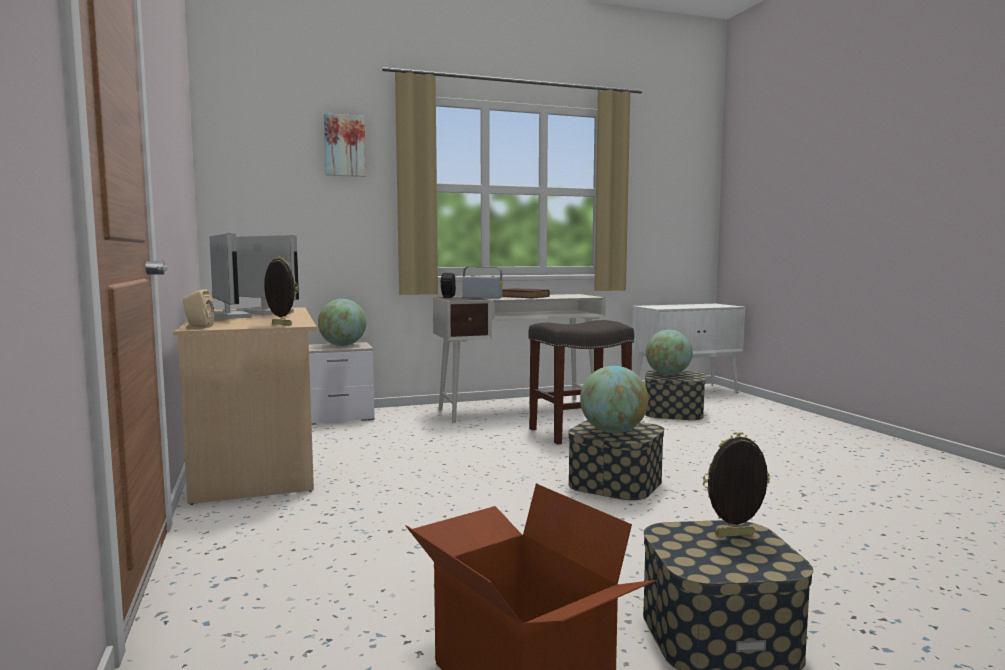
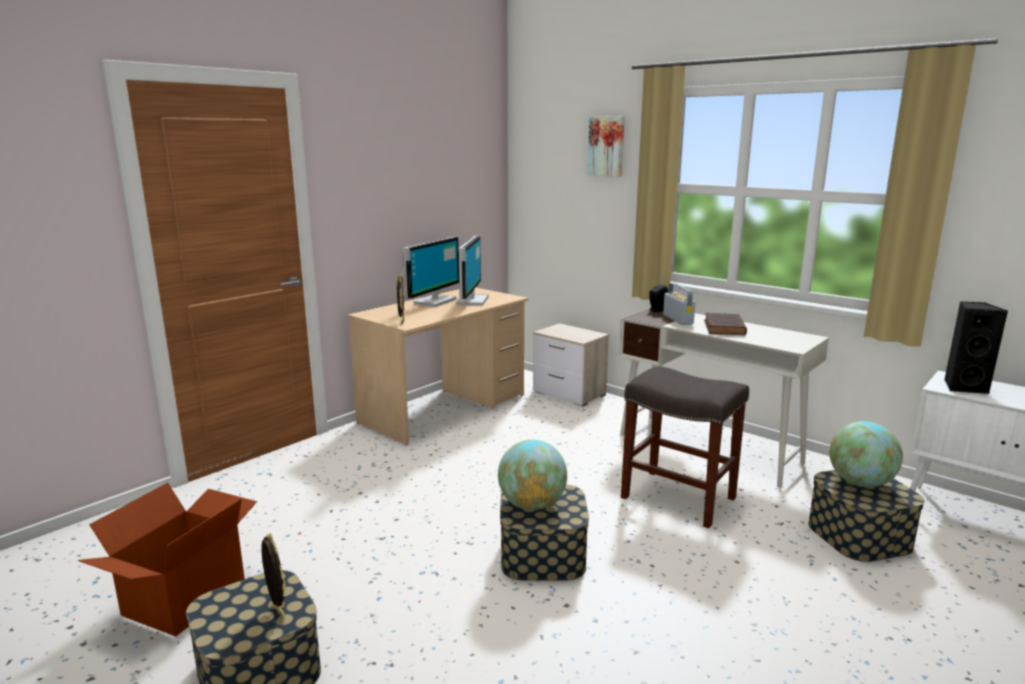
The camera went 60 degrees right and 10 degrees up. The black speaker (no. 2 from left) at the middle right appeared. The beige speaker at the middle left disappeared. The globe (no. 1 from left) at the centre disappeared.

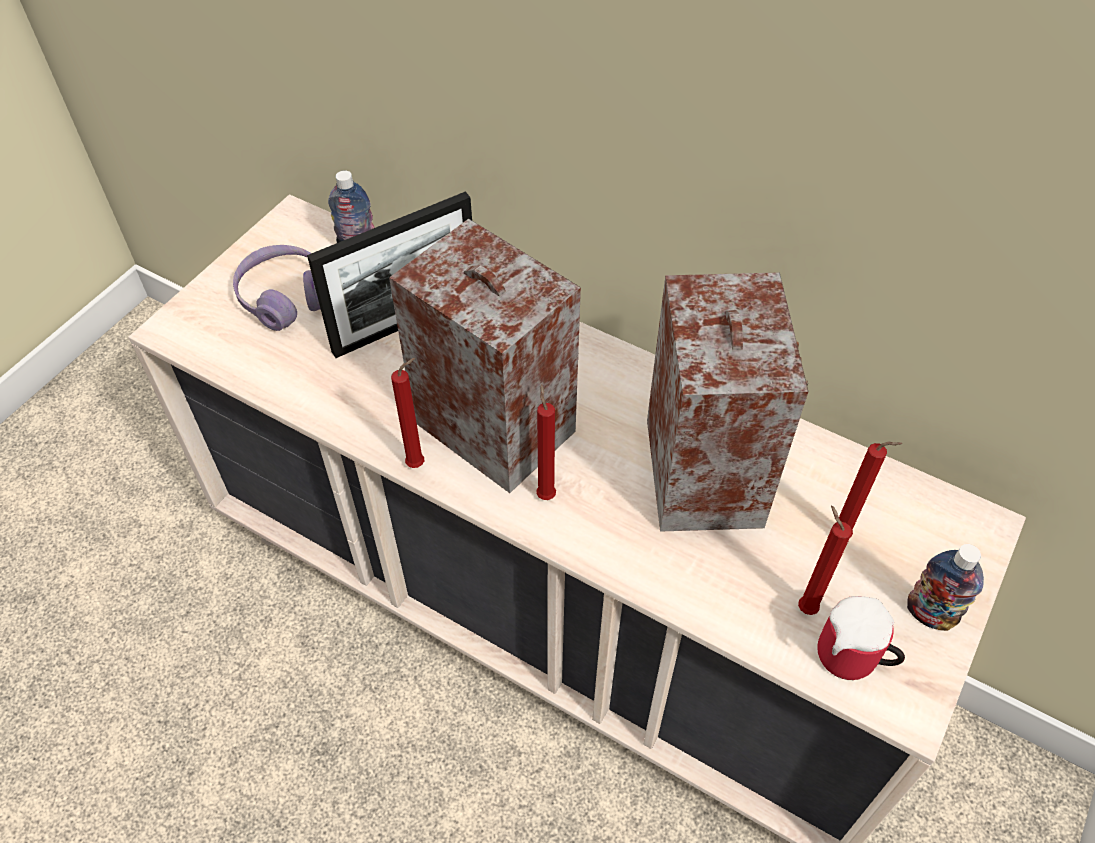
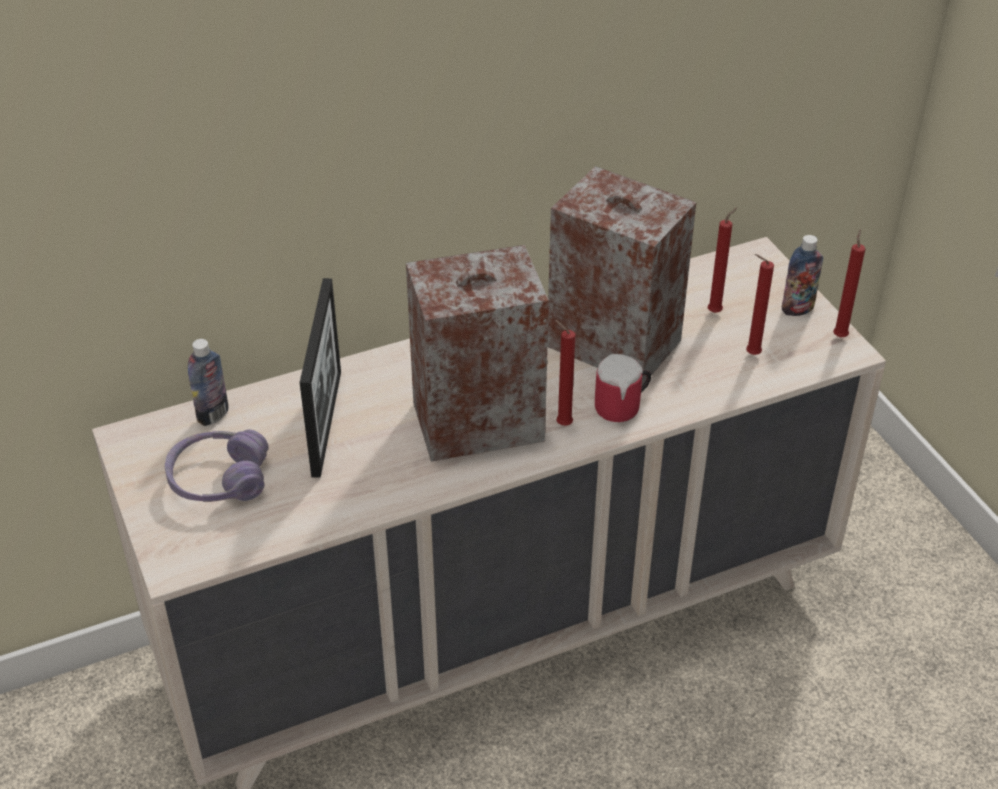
The camera went 55 degrees left and 10 degrees down. The mug moved from the bottom right to the centre. The red candle (no. 1 from left in the first image) moved from the centre to the middle right.

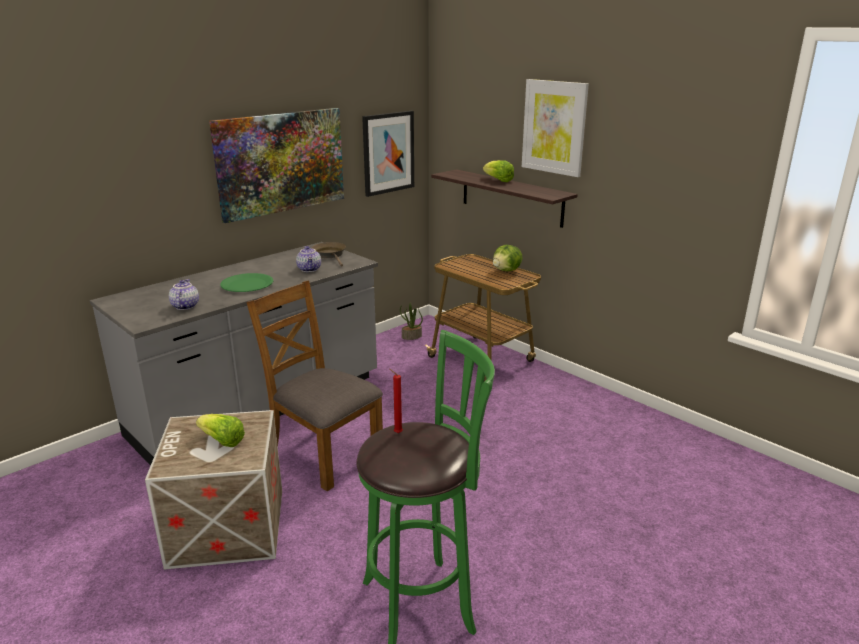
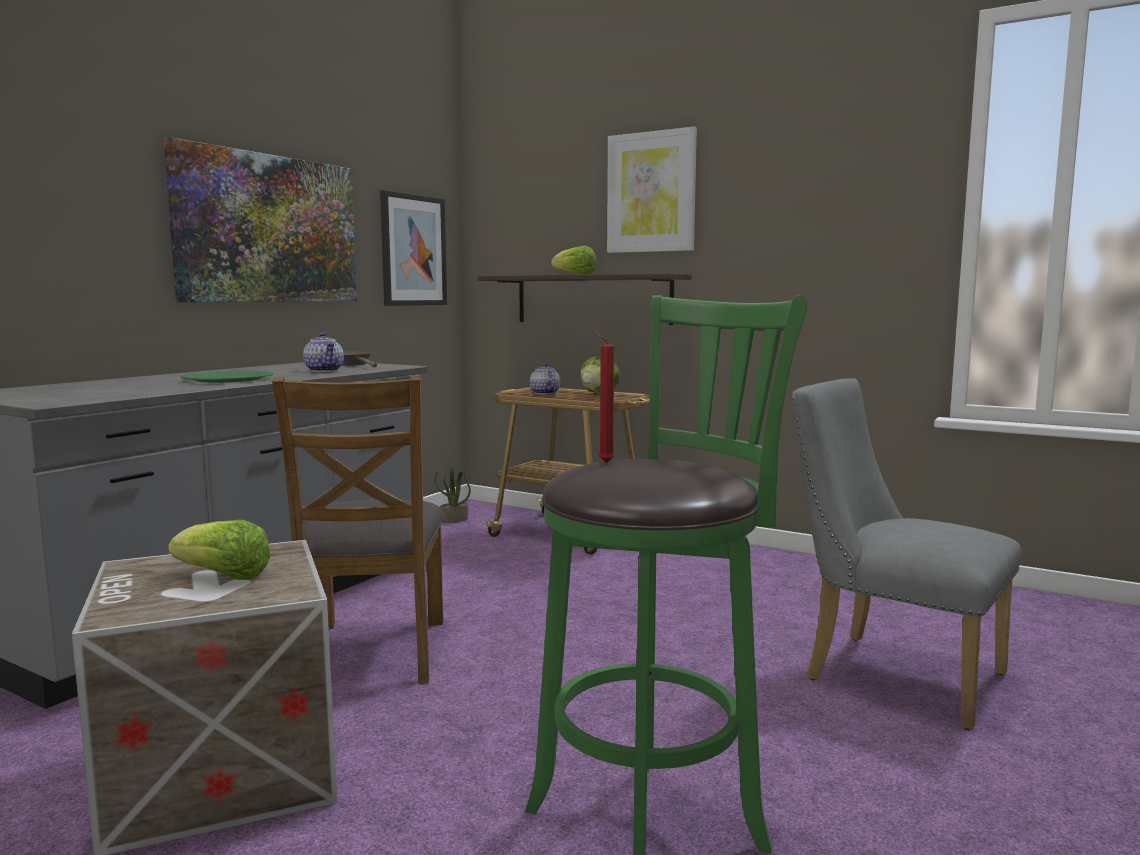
The camera went 15 degrees left and 15 degrees down. The brown chair at the centre turned 120 degrees counterclockwise. The teapot (no. 1 from left in the first image) moved from the middle left to the centre. The grey chair at the middle right appeared.

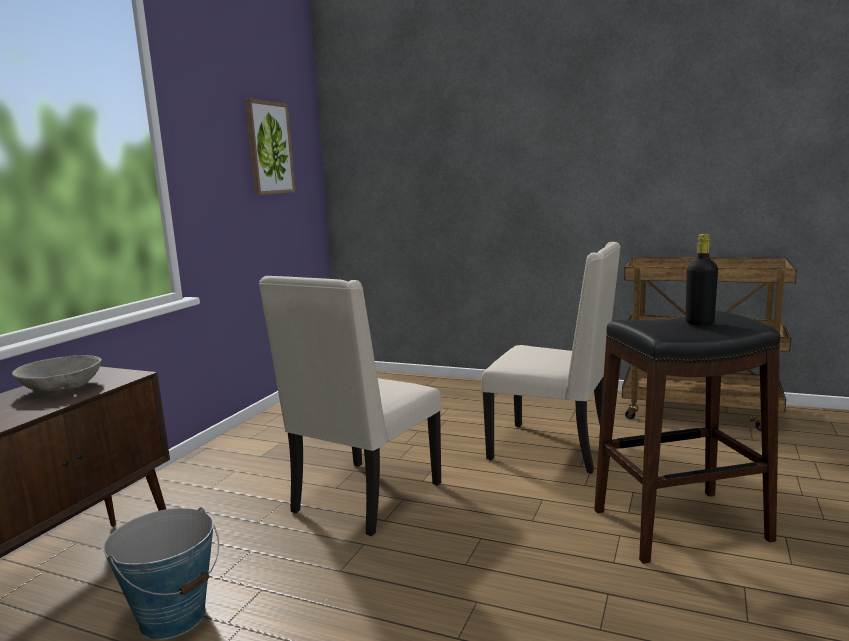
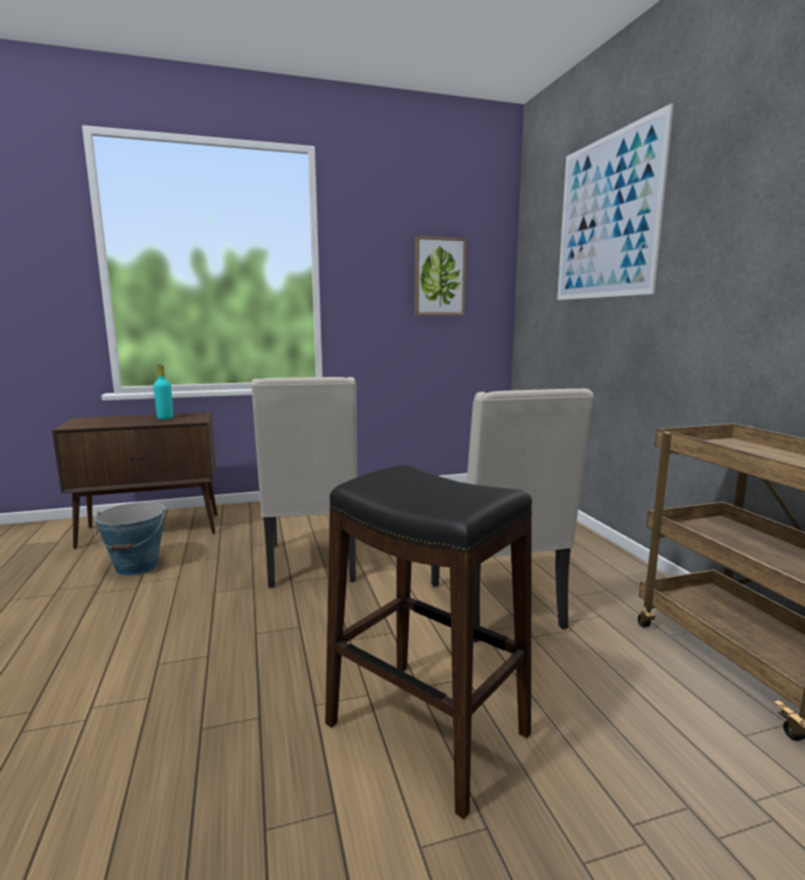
The camera went 50 degrees right and 0 degrees up. The grey bowl at the middle left was replaced by the turquoise bottle at the middle left. The beige chair (no. 1 from left) at the centre turned 90 degrees counterclockwise. The picture (no. 2 from left) at the top right appeared. The black bottle at the middle right disappeared.

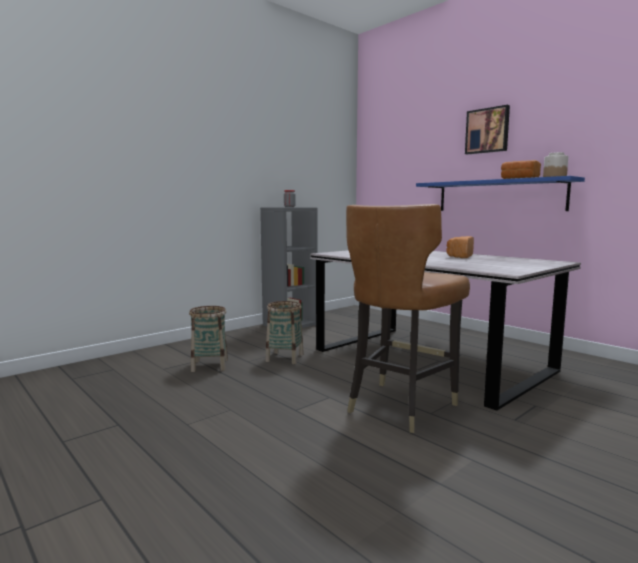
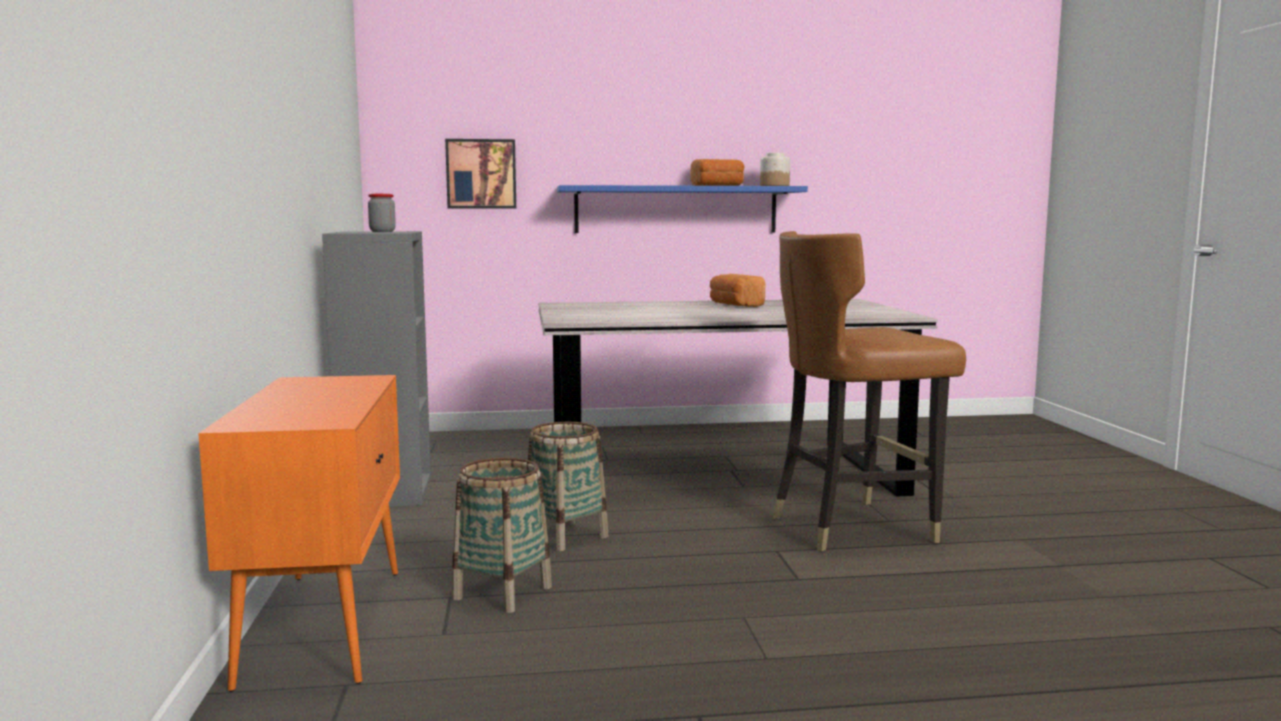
The camera went 55 degrees left and 0 degrees up. The orange cabinet at the bottom left appeared. The picture moved from the top right to the top centre. The brown chair at the centre turned 90 degrees clockwise.

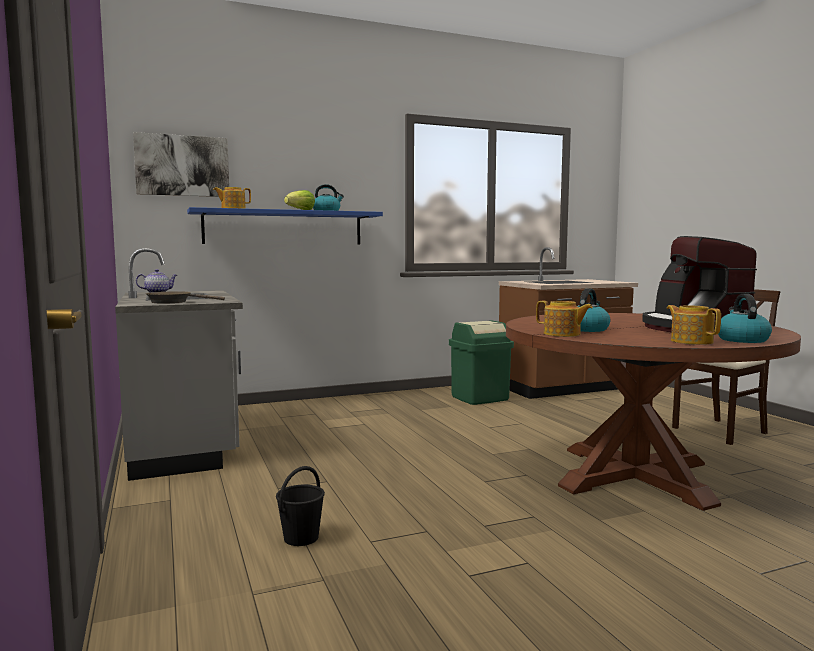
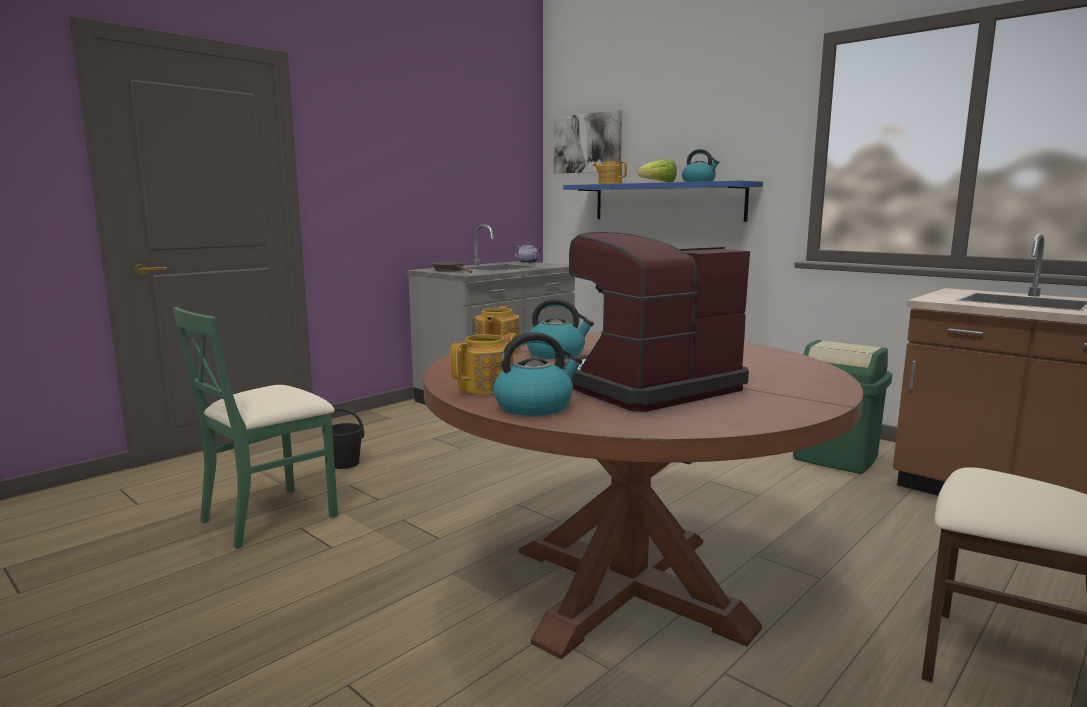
The camera went 65 degrees right and 5 degrees up. The green chair at the middle left appeared.

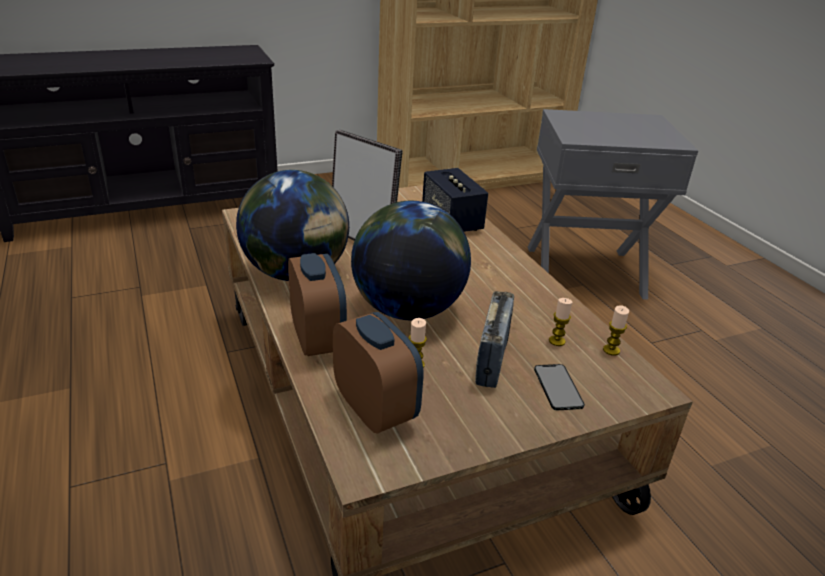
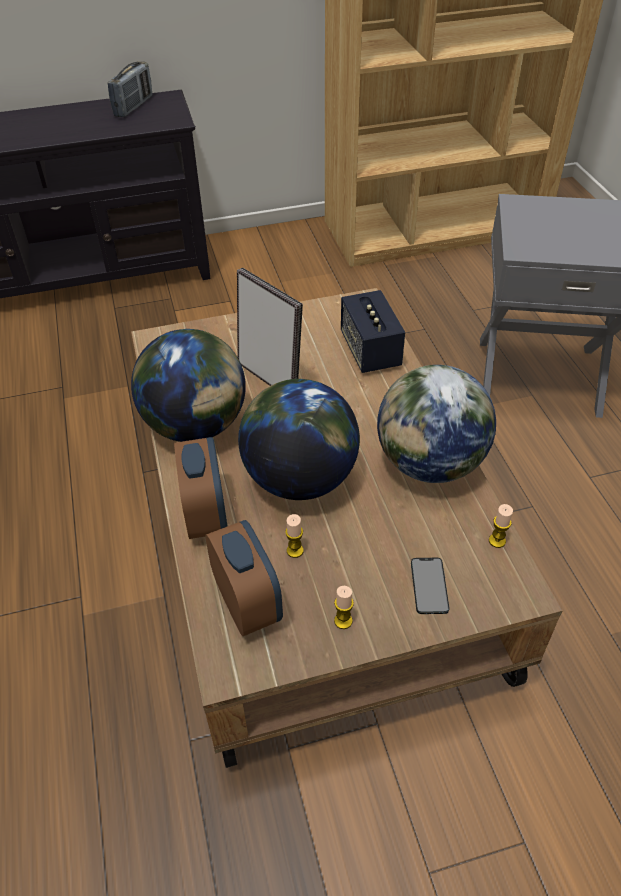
The camera went 10 degrees right and 15 degrees up. The radio moved from the centre to the top left. The candle (no. 2 from left) moved from the middle right to the bottom centre. The globe (no. 3 from left) at the middle right appeared.

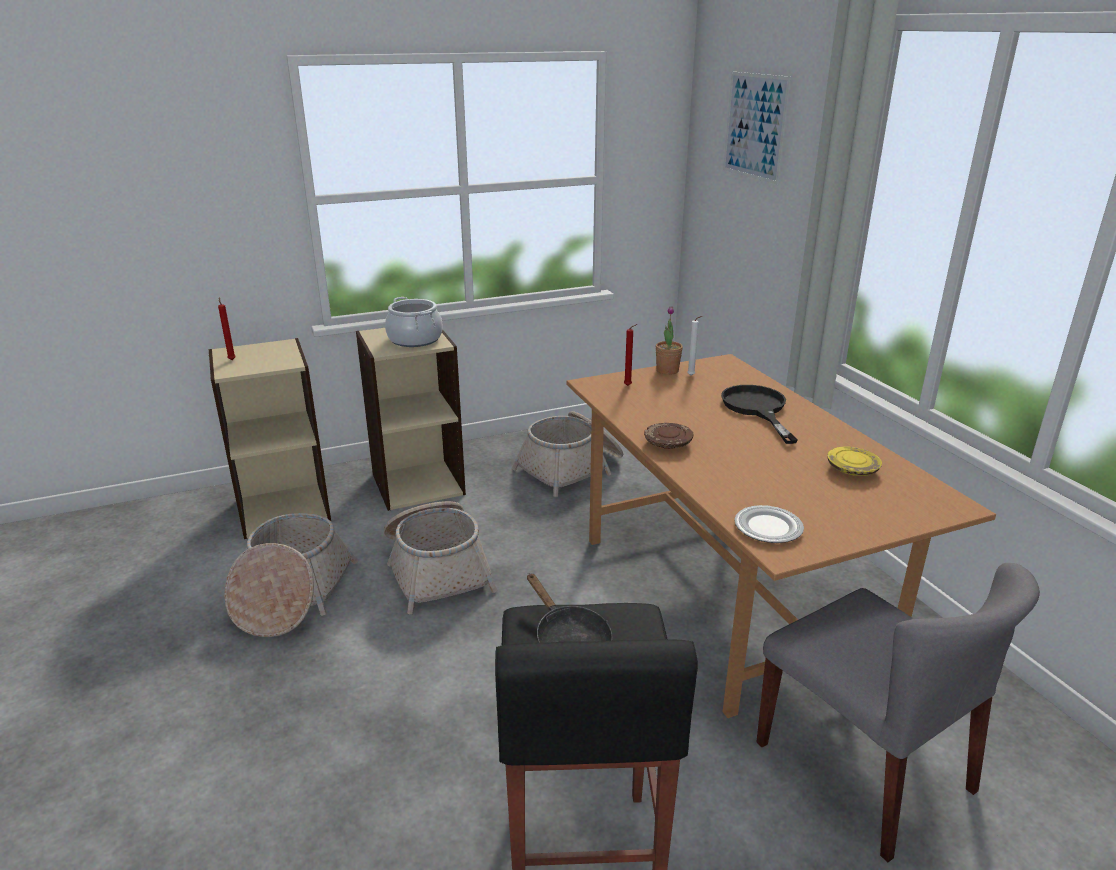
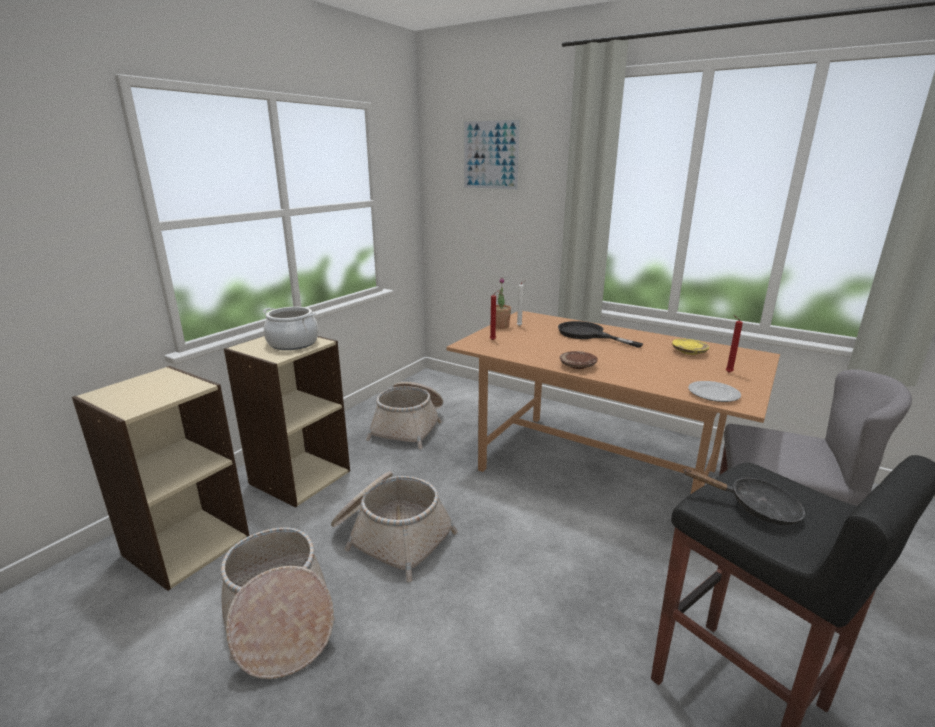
The camera went 35 degrees left and 5 degrees down. The red candle (no. 1 from left in the first image) moved from the middle left to the middle right.

